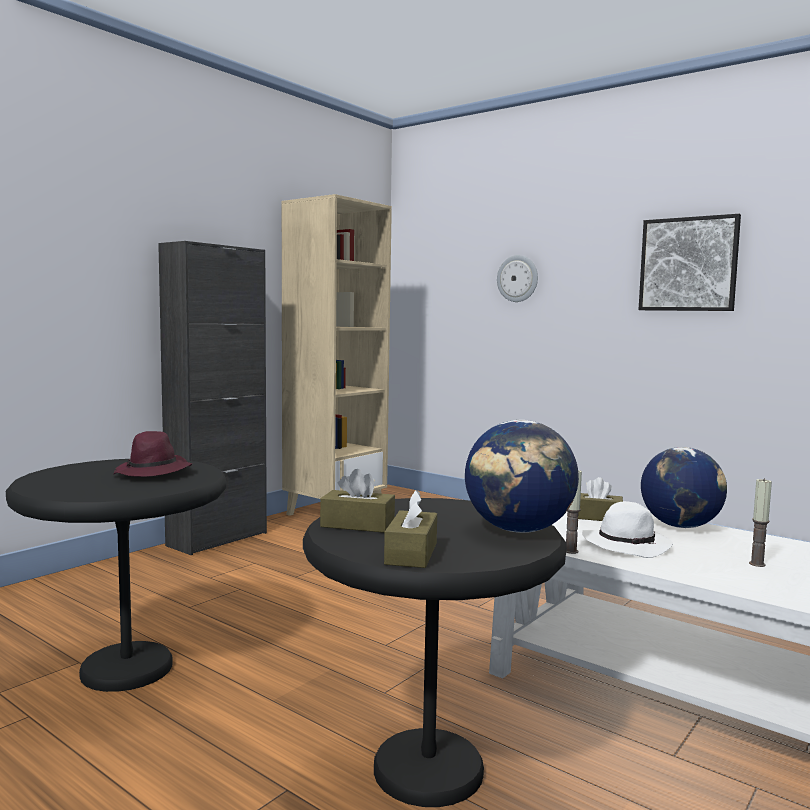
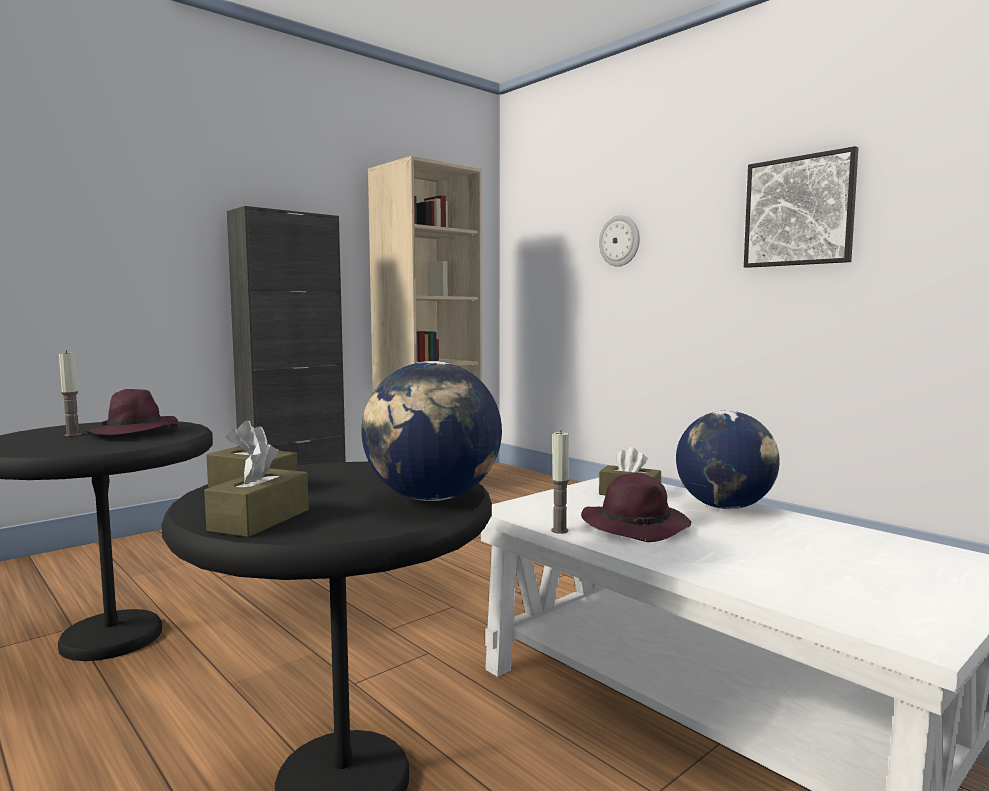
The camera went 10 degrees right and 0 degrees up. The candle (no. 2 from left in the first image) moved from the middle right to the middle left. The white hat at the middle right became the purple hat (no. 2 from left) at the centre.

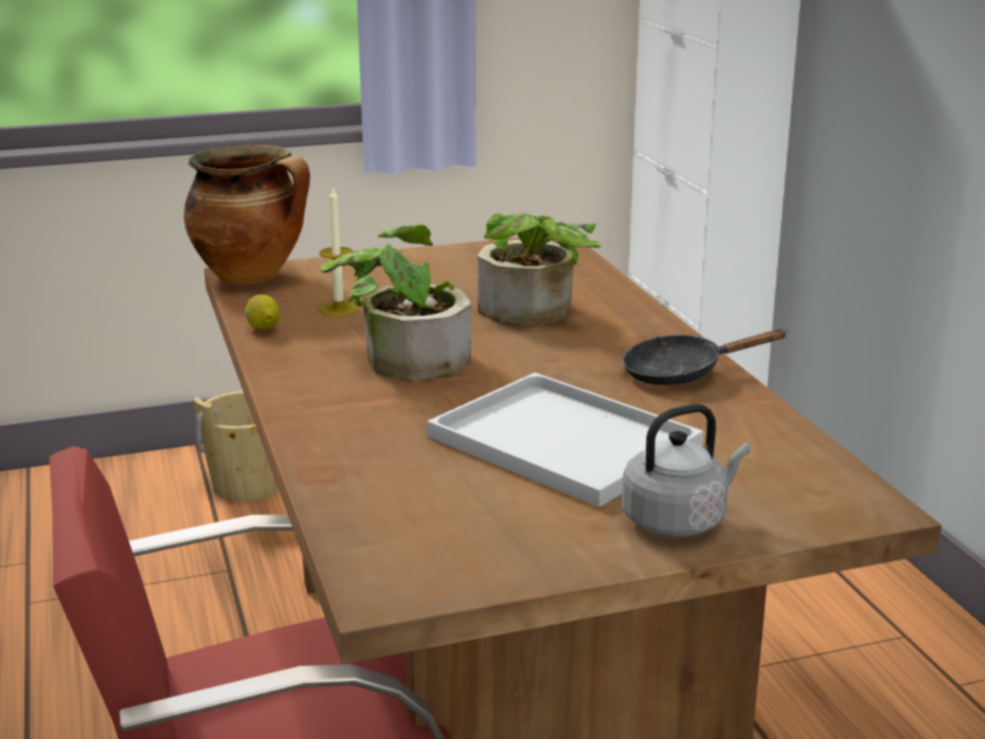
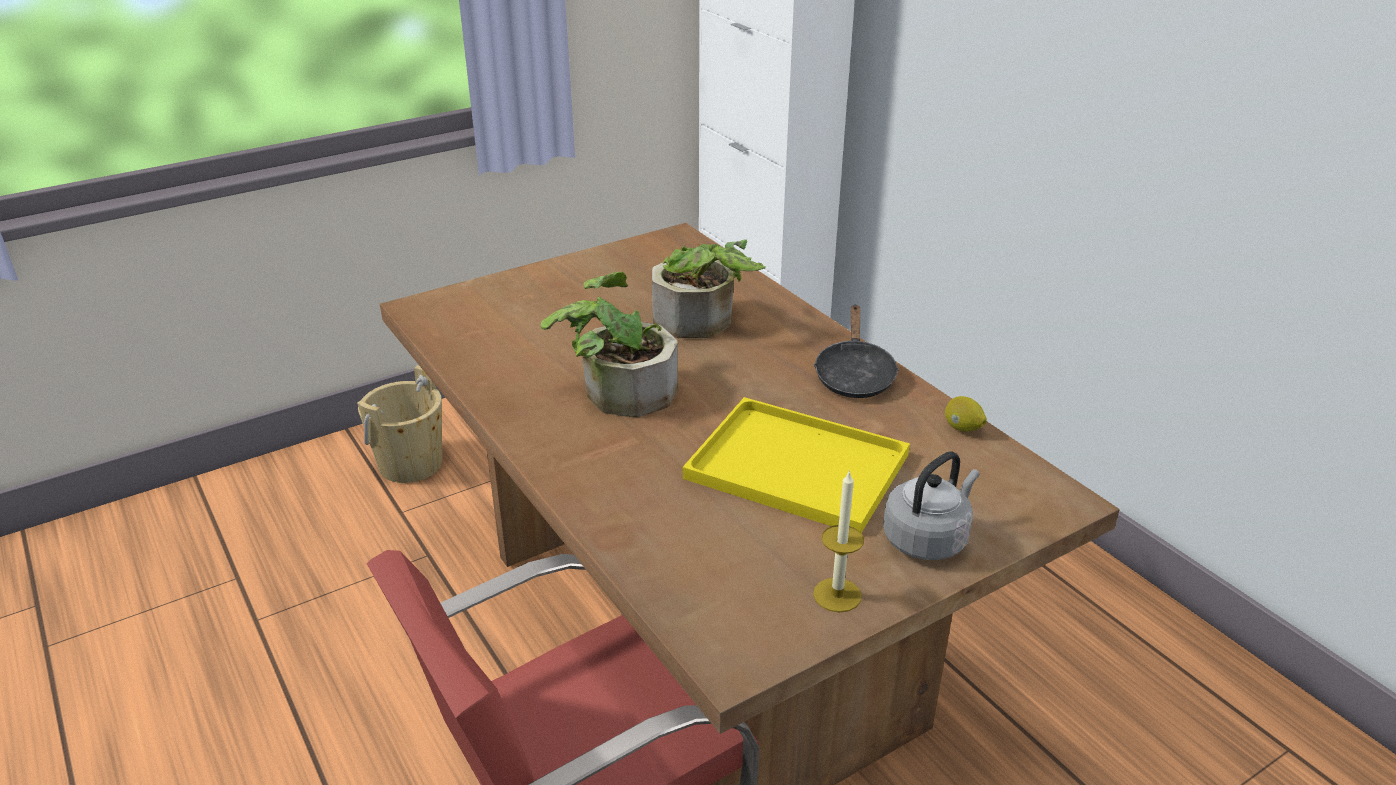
The camera went 15 degrees left and 10 degrees up. The white tray at the centre became the yellow tray at the centre. The candle moved from the centre to the bottom centre. The black frying pan at the middle right turned 60 degrees counterclockwise. The lemon moved from the middle left to the middle right. The cooking pot at the top left disappeared.

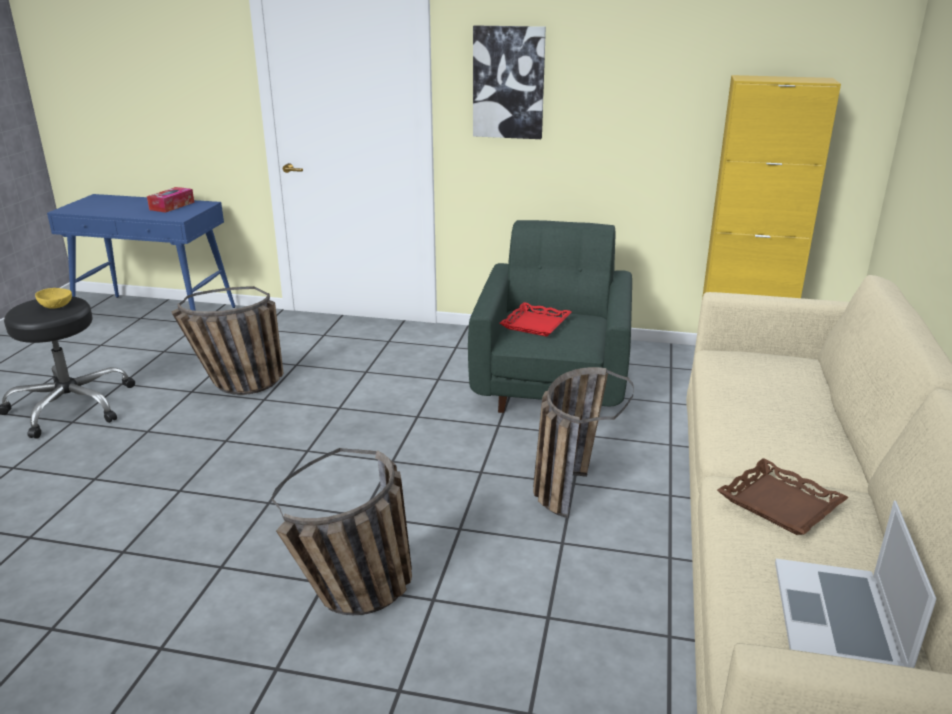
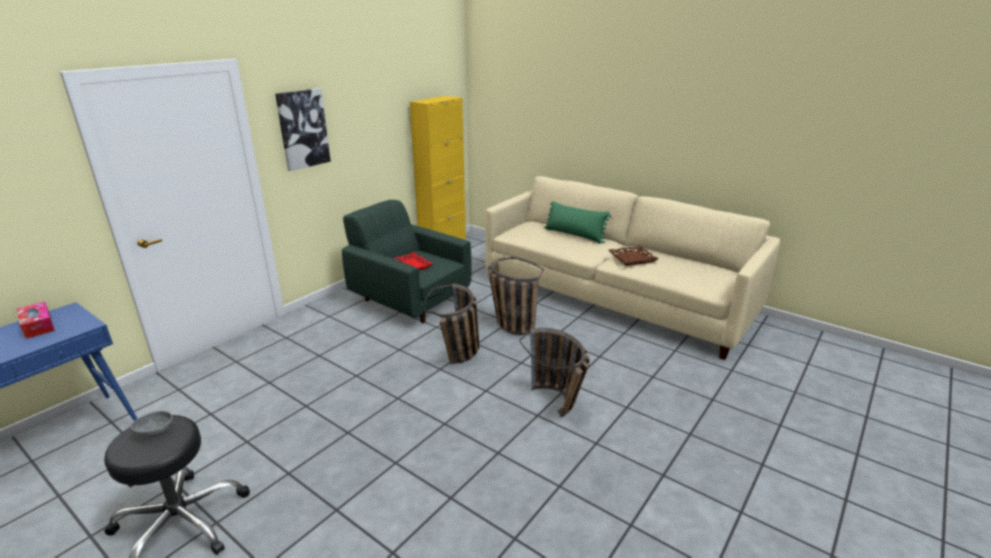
The camera went 65 degrees left and 0 degrees up. The yellow bowl at the middle left became the grey bowl at the bottom left. The basket (no. 1 from left) moved from the middle left to the centre. The green pillow at the centre appeared. The laptop at the bottom right disappeared.

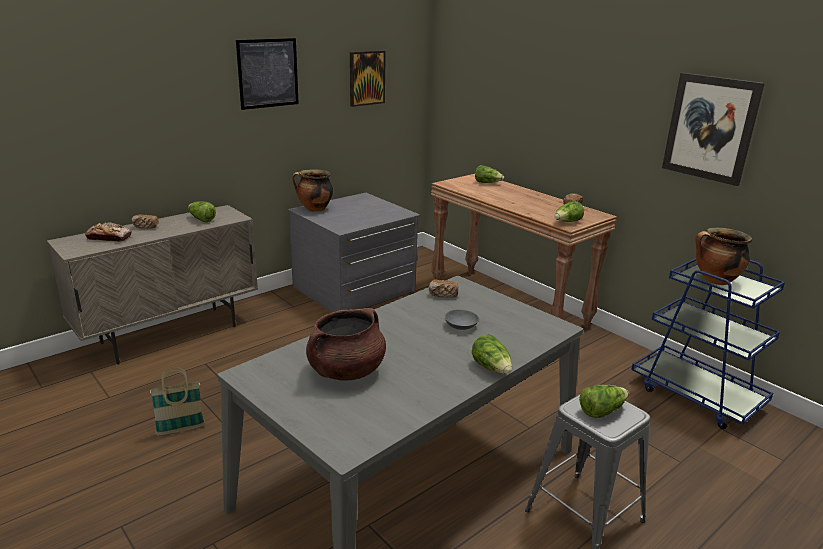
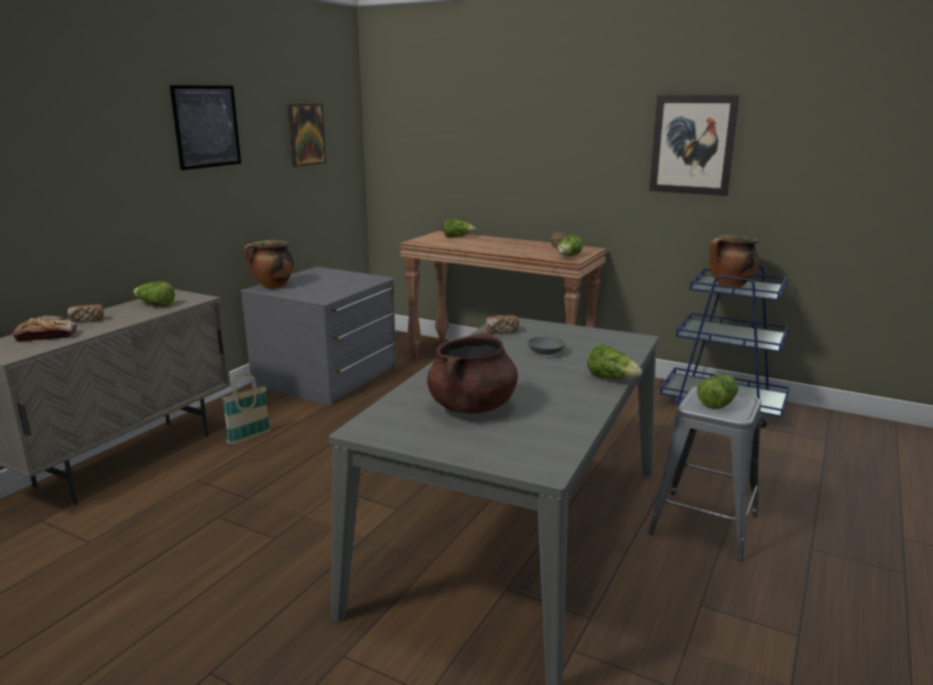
The camera went 20 degrees left and 5 degrees down. The basket moved from the bottom left to the middle left.

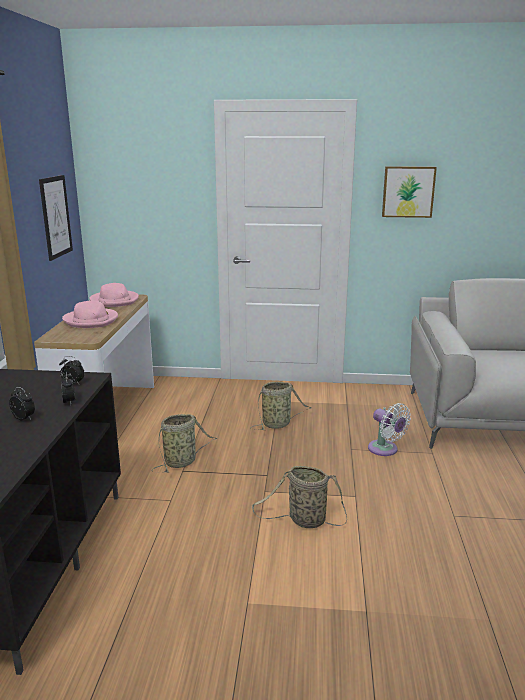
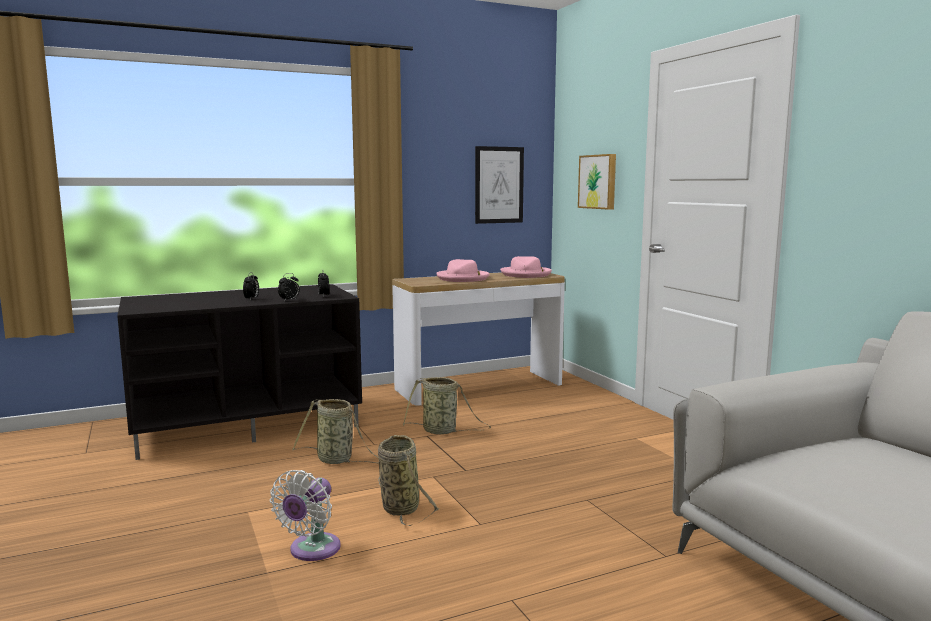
The camera went 60 degrees right and 10 degrees down. The white fan moved from the middle right to the bottom left. The basket (no. 2 from left in the first image) moved from the centre to the bottom centre. The picture (no. 2 from left) moved from the top right to the top centre.

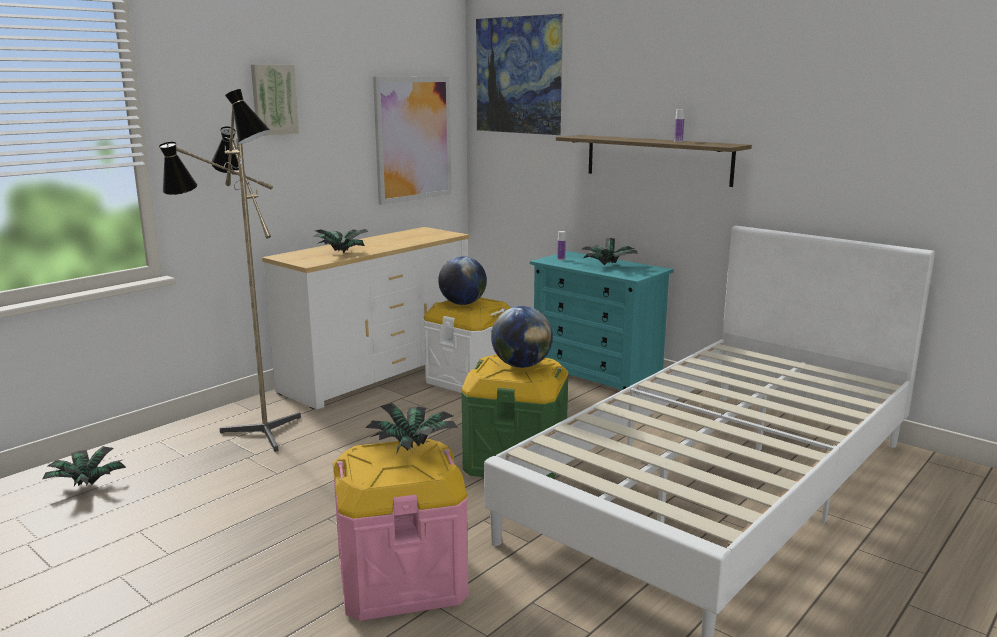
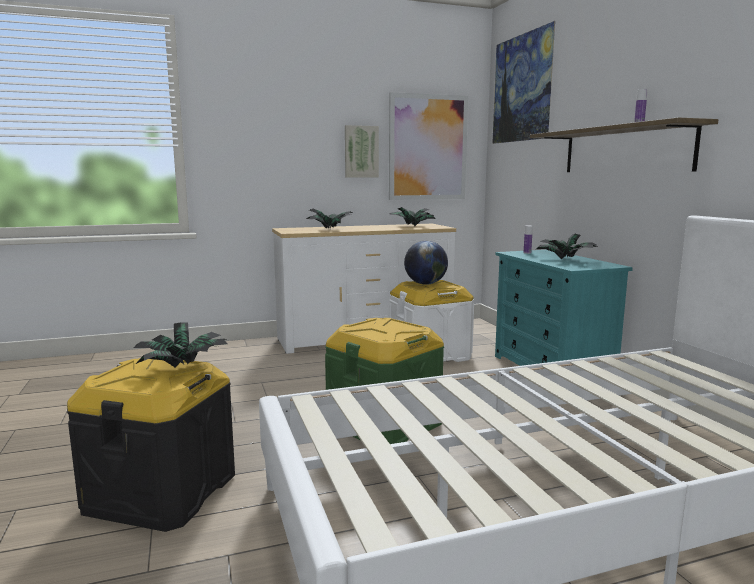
The camera went 30 degrees right and 5 degrees down. The pink storage box at the bottom centre became the black storage box at the bottom left. The picture (no. 1 from left) moved from the top left to the top centre. The potted plant (no. 1 from left in the first image) moved from the bottom left to the centre. The floor lamp at the middle left disappeared. The globe (no. 2 from left) at the centre disappeared.

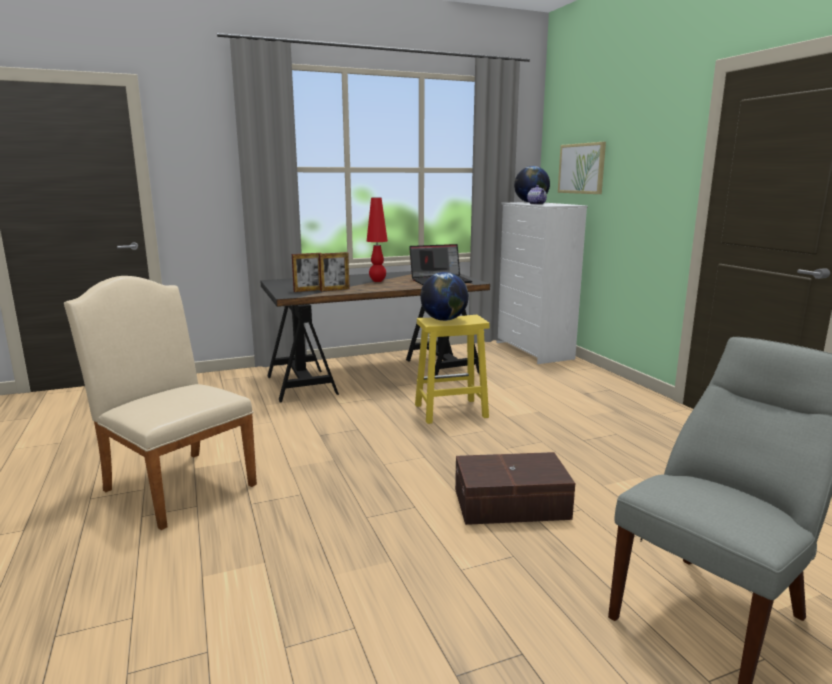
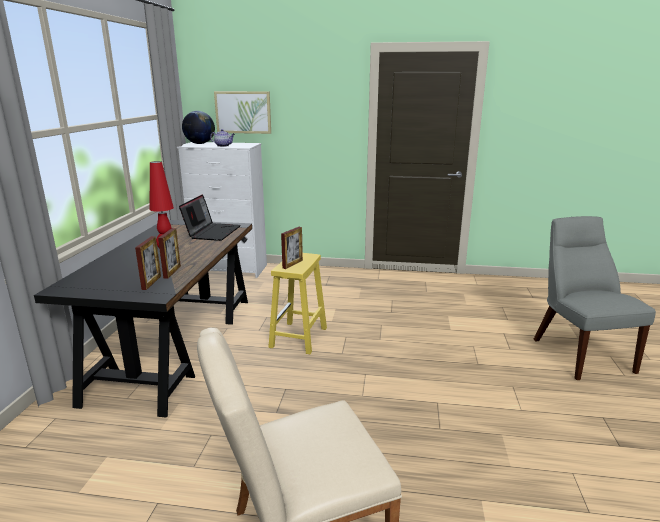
The camera went 60 degrees left and 5 degrees up. The globe (no. 1 from left) at the centre was replaced by the picture frame (no. 3 from left) at the centre. The brown storage box at the bottom centre disappeared.

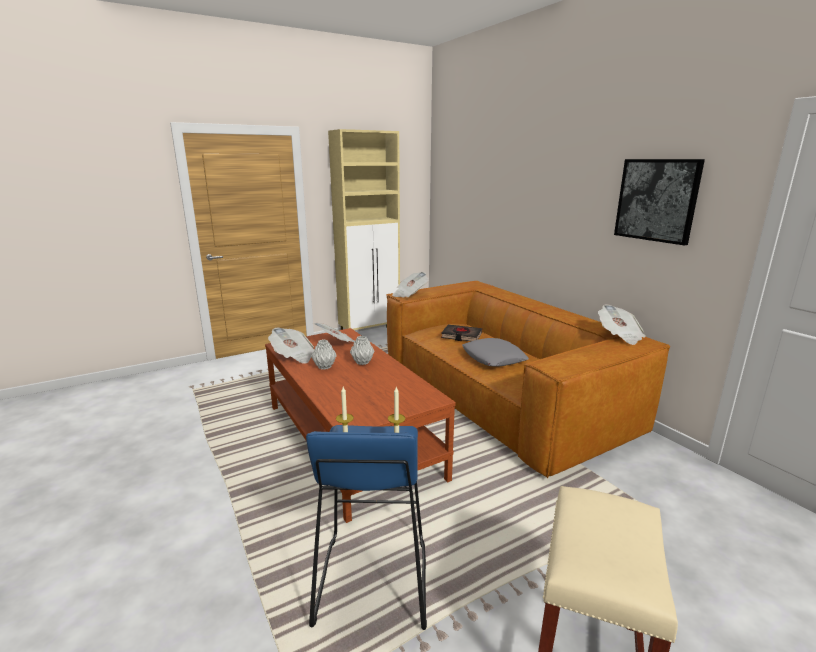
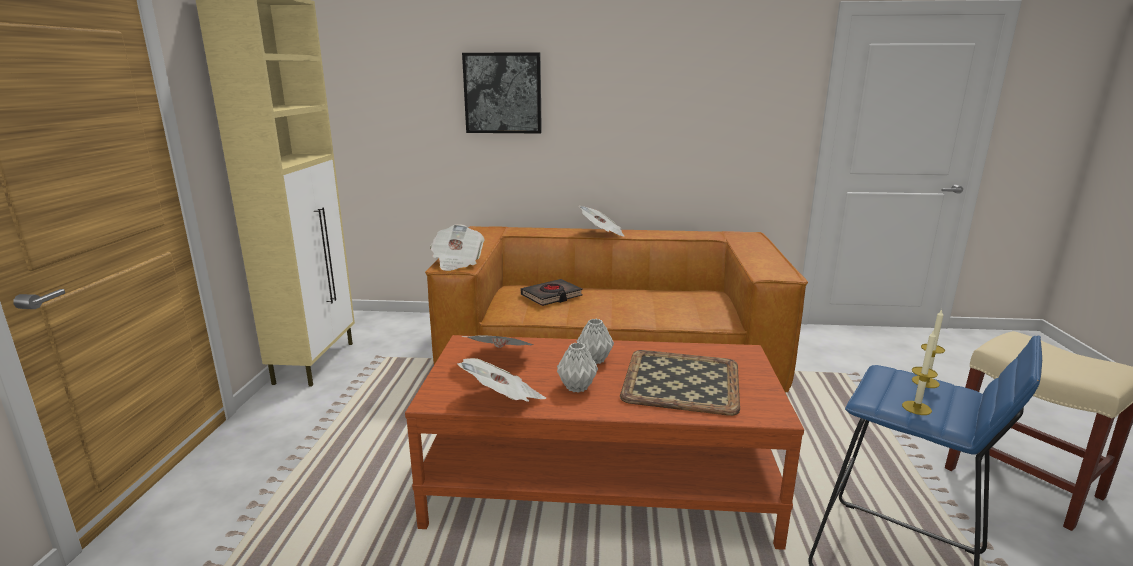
The camera went 55 degrees left and 0 degrees up. The picture moved from the top right to the top centre. The newspaper (no. 4 from left) moved from the middle right to the centre. The tray at the bottom centre appeared. The grey pillow at the centre disappeared.

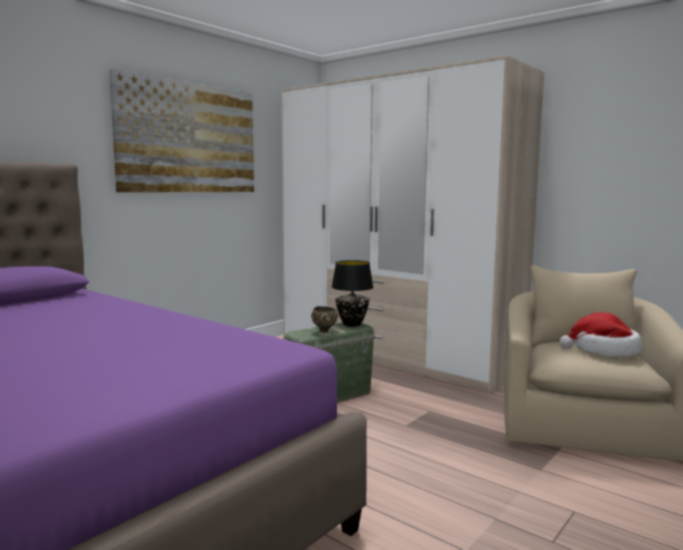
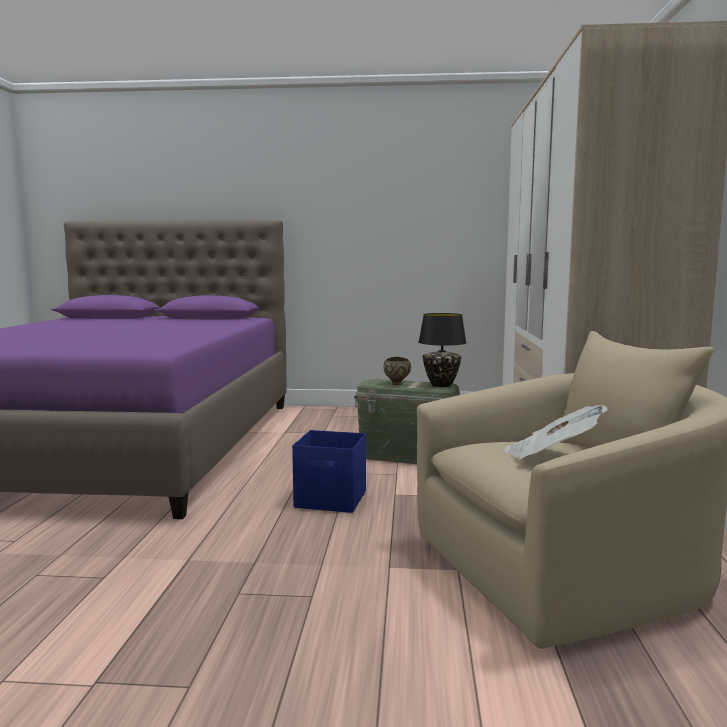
The camera went 55 degrees right and 0 degrees up. The blue storage box at the centre appeared. The hat at the middle right was replaced by the newspaper at the middle right. The picture at the top left disappeared.

